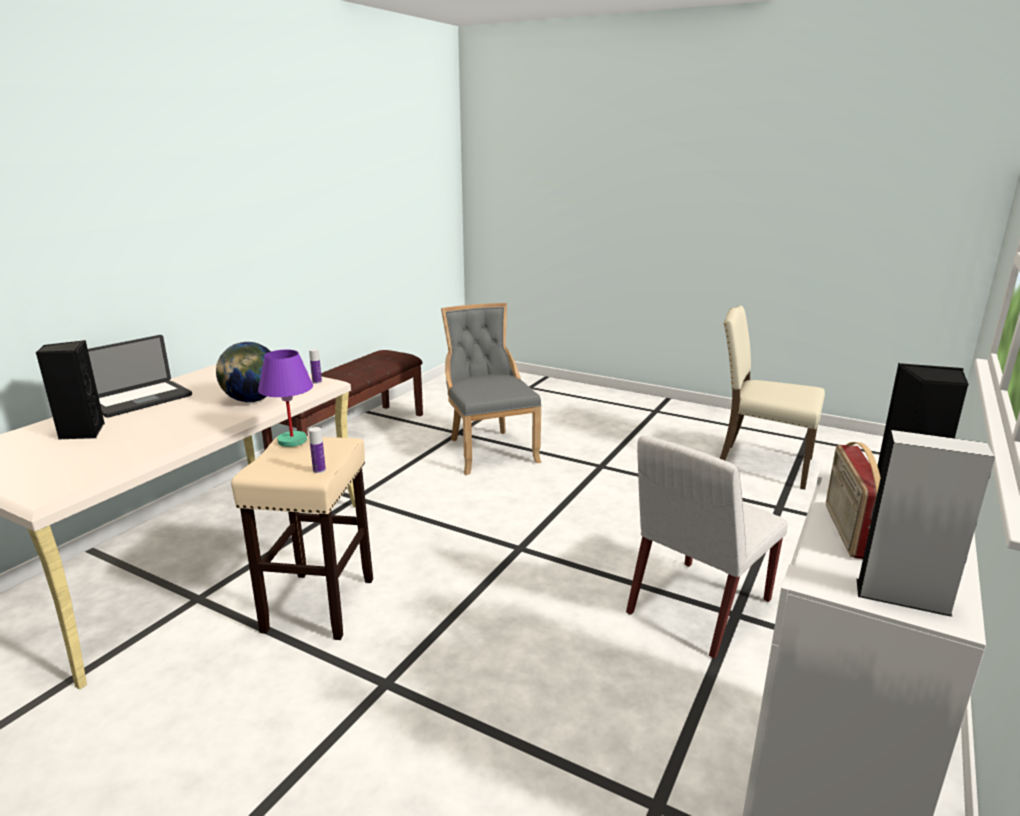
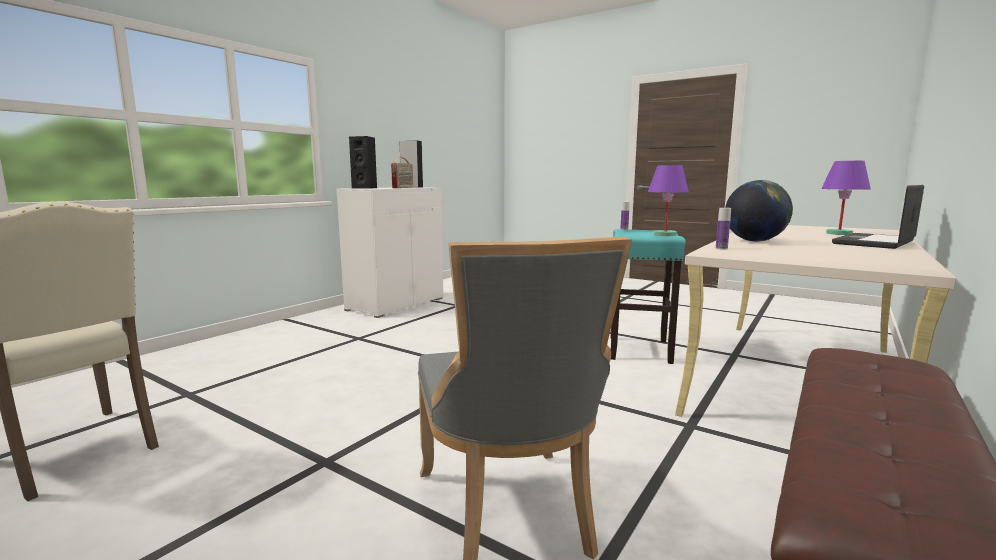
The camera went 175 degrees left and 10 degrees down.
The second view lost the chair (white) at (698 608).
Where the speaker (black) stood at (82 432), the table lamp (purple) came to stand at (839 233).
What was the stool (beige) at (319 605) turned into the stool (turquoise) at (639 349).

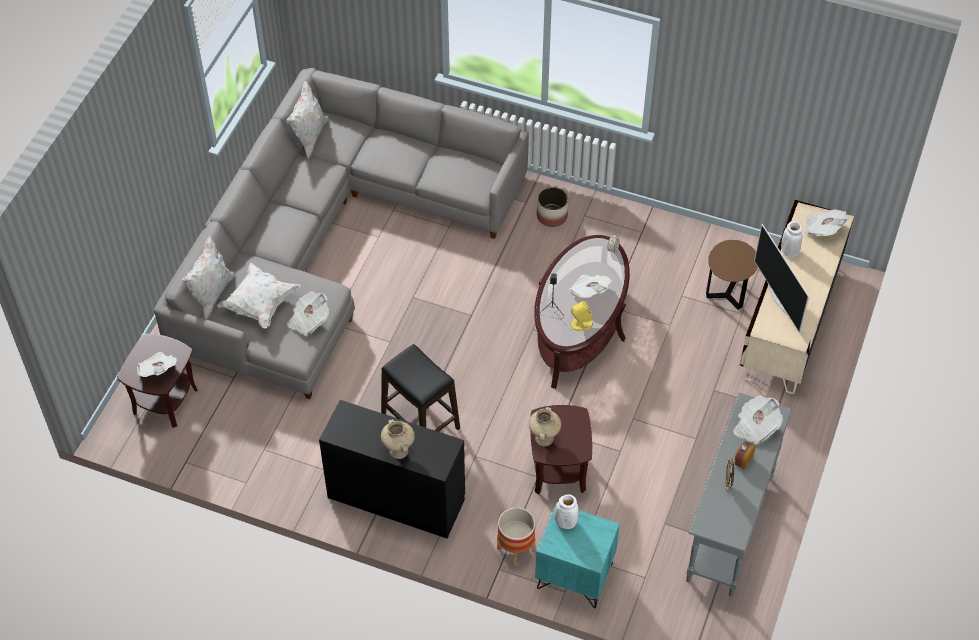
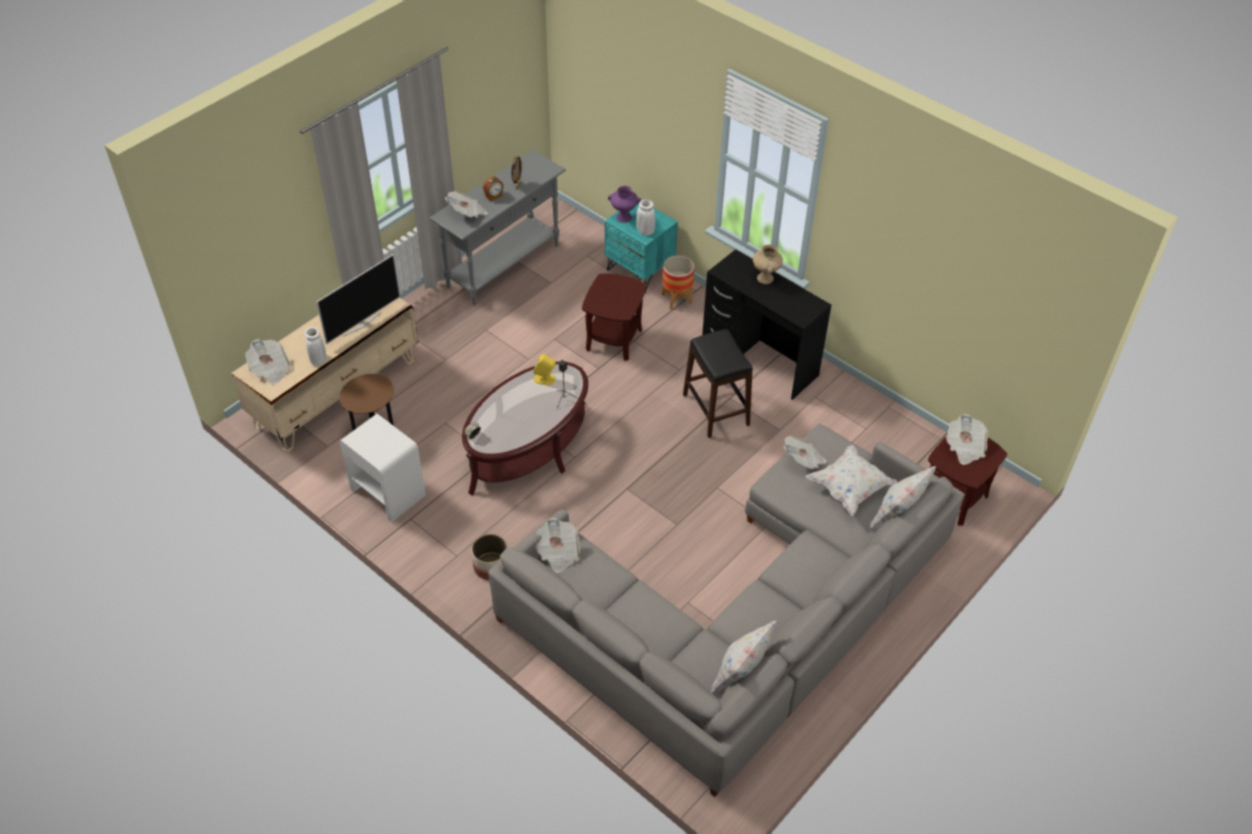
The camera went 160 degrees left and 5 degrees down.
The second view lost the vase (beige) at (544 438).
The second view gained the nightstand (white) at (387 492).
The second view gained the vase (purple) at (623 218).
The newspaper ended up elsewhere, having gone from (589 291) to (558 553).
The television at (779 300) ended up facing another way, 45 degrees clockwise from before.

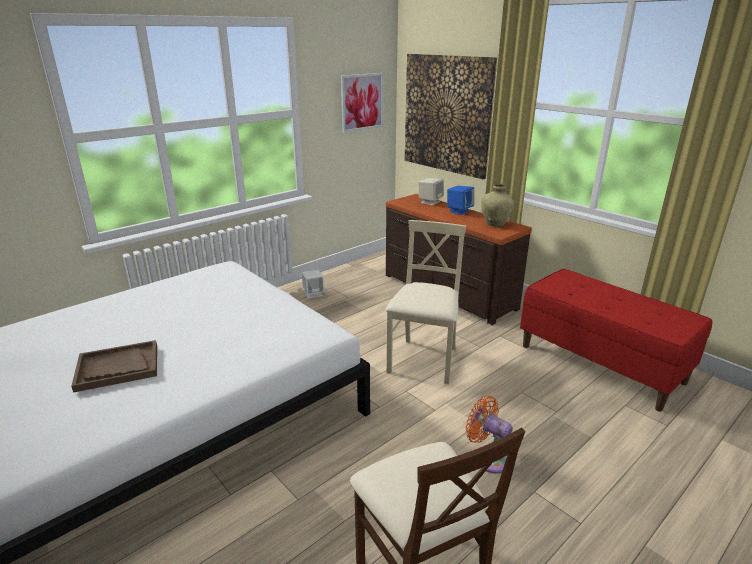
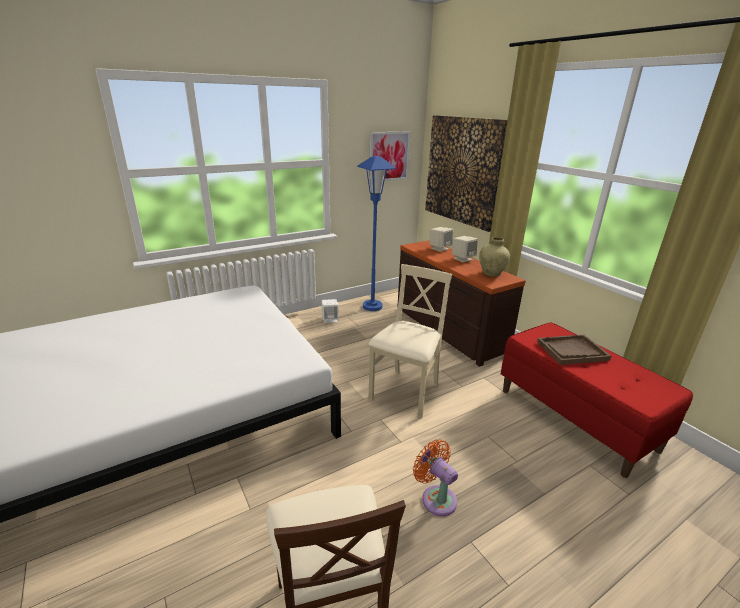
The camera went 10 degrees right and 0 degrees up.
The second view gained the floor lamp (blue) at (372 306).
The tray (brown) ended up elsewhere, having gone from (117 367) to (572 351).
What was the speaker (blue) at (459 211) turned into the speaker (beige) at (463 259).

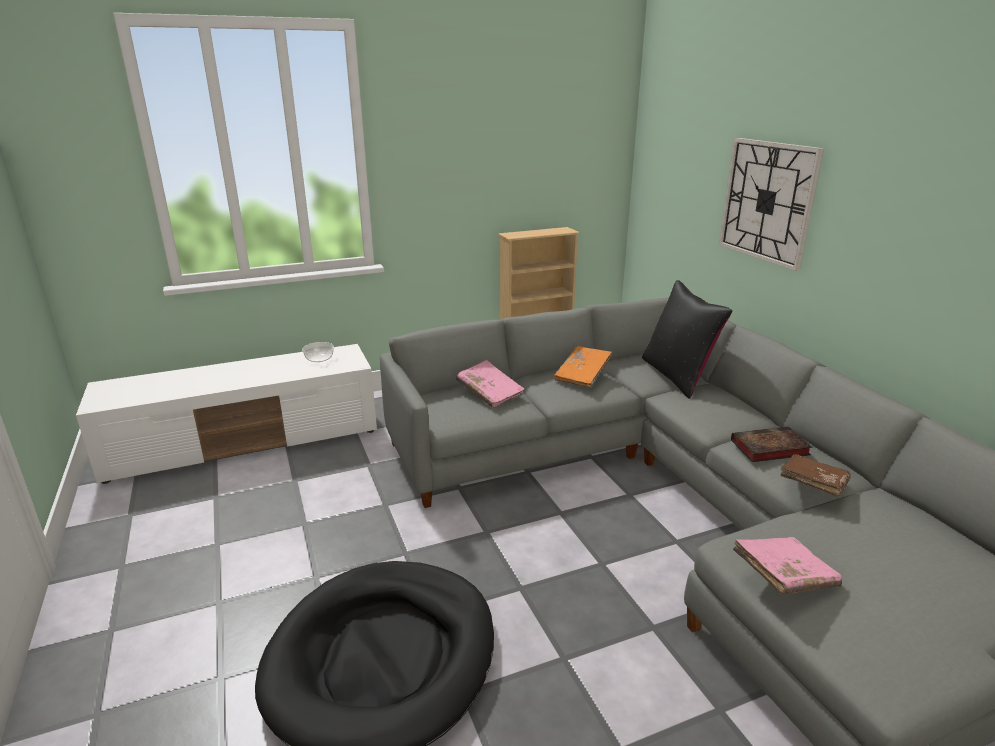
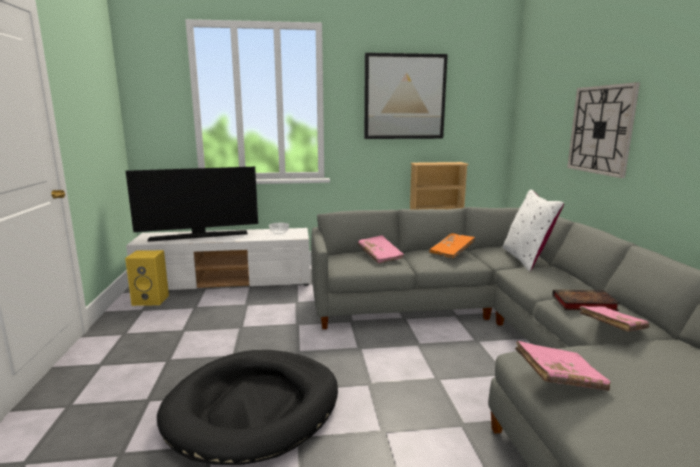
The camera went 15 degrees right and 10 degrees down.
The second view gained the speaker (yellow) at (151 300).
The second view gained the television at (199 236).
The second view gained the picture at (404 97).
What was the pillow (black) at (677 376) turned into the pillow (white) at (526 259).
What was the book (brown) at (812 485) turned into the book (pink) at (612 328).

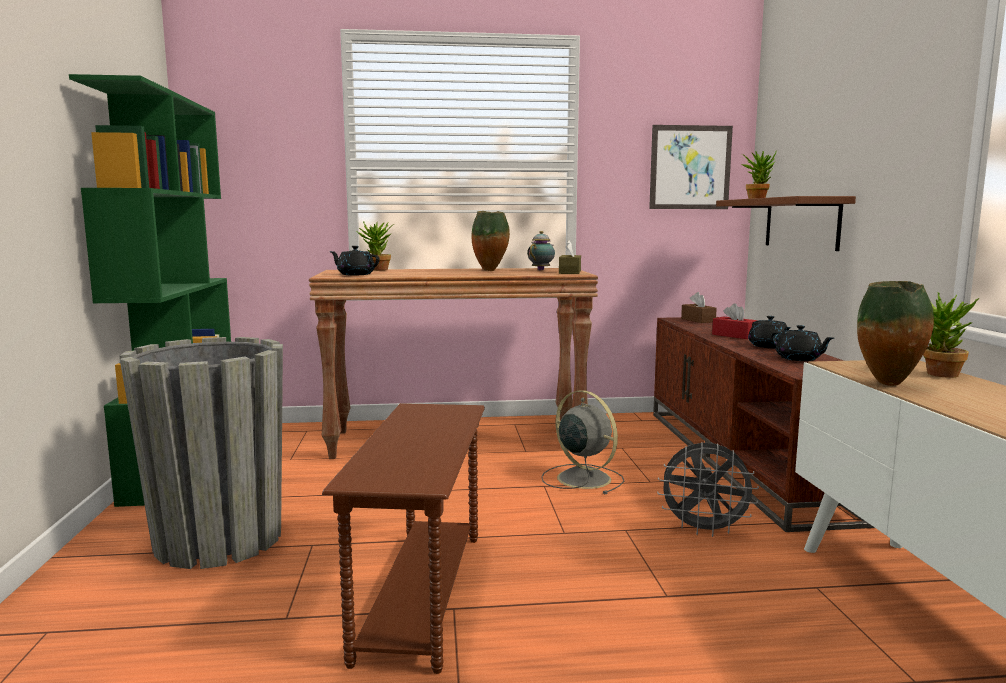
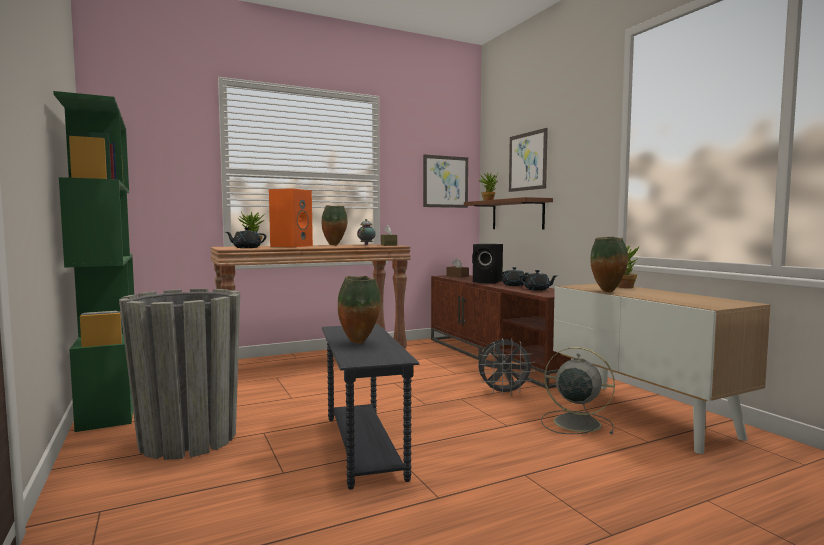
The camera went 20 degrees left and 5 degrees down.
The second view gained the speaker (orange) at (291 246).
The second view gained the vase at (360 343).
The second view gained the picture at (527 161).
The fan (grey) ended up elsewhere, having gone from (582 478) to (574 423).
Where the tissue box (red) stood at (734 335), the speaker (black) came to stand at (488 282).
What was the side table (brown) at (420 594) turned into the side table (grey) at (363 446).

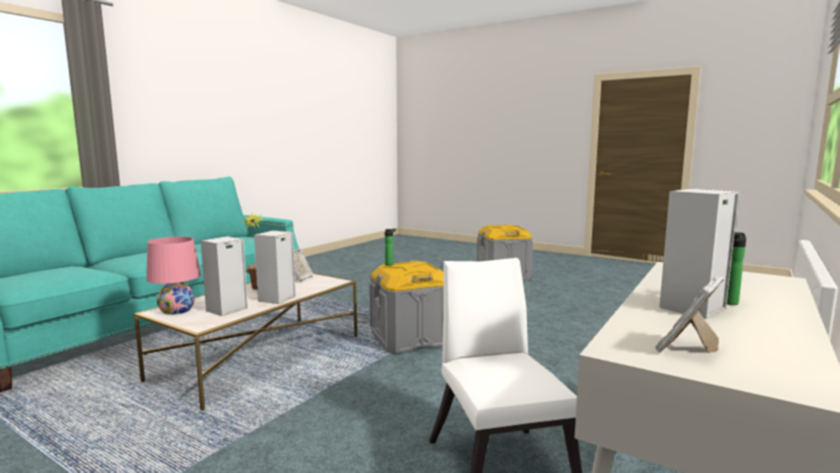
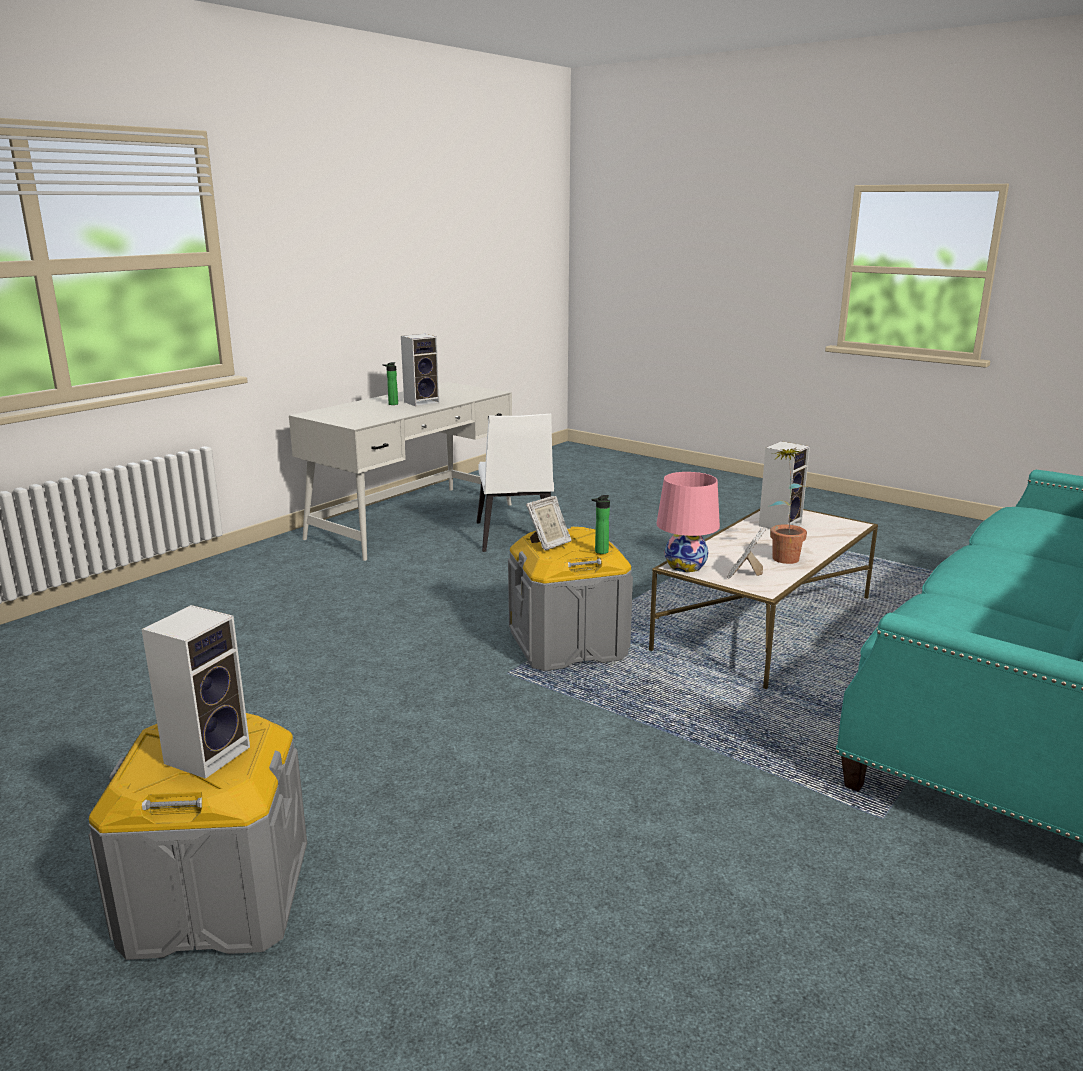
The camera went 175 degrees left and 10 degrees up.
The table lamp (pink) ended up elsewhere, having gone from (176 310) to (685 566).
The speaker ended up elsewhere, having gone from (276 299) to (208 753).
The picture frame ended up elsewhere, having gone from (686 349) to (549 544).

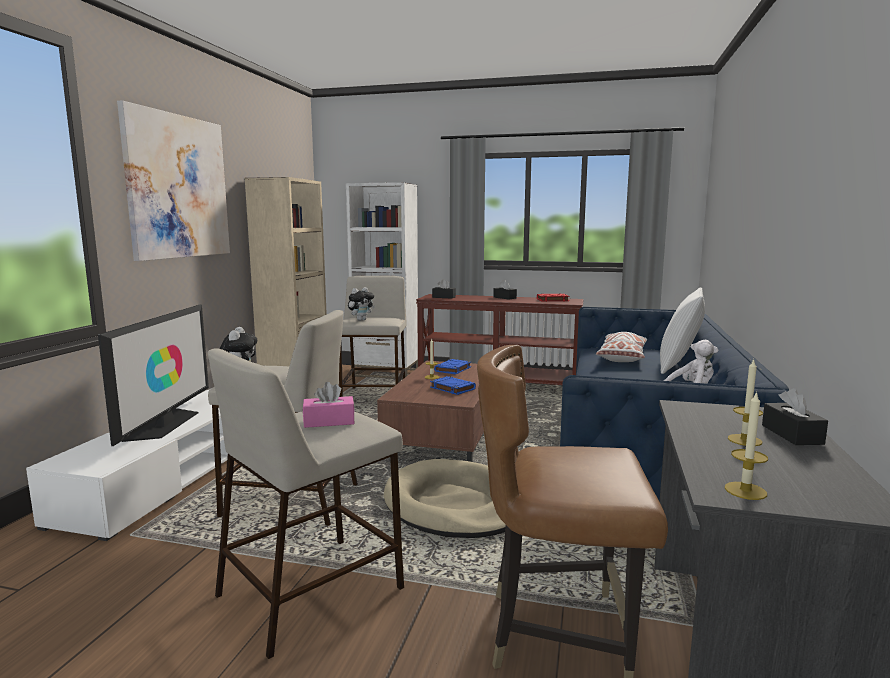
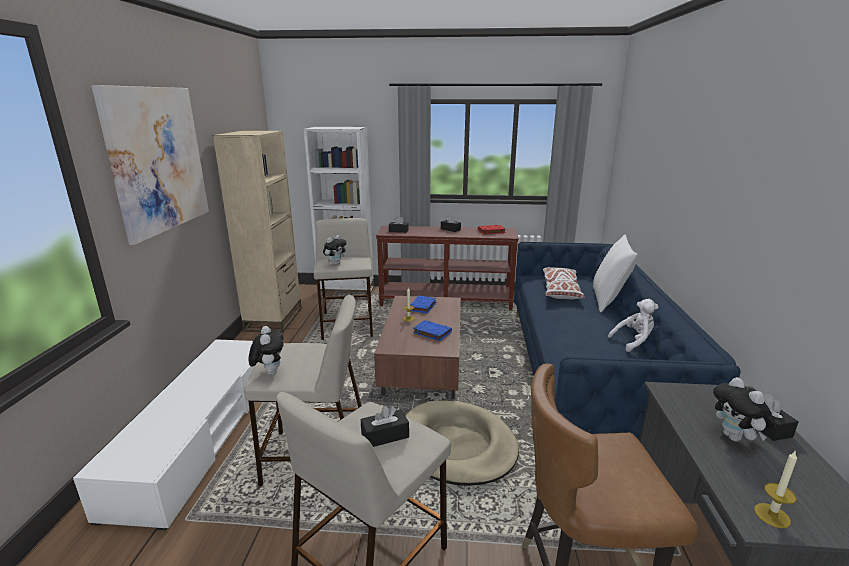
The camera went 10 degrees left and 10 degrees up.
The second view lost the television at (165 424).
Where the candle stood at (744 440), the plush toy came to stand at (735 438).
What was the tissue box (pink) at (329 421) turned into the tissue box (black) at (385 436).

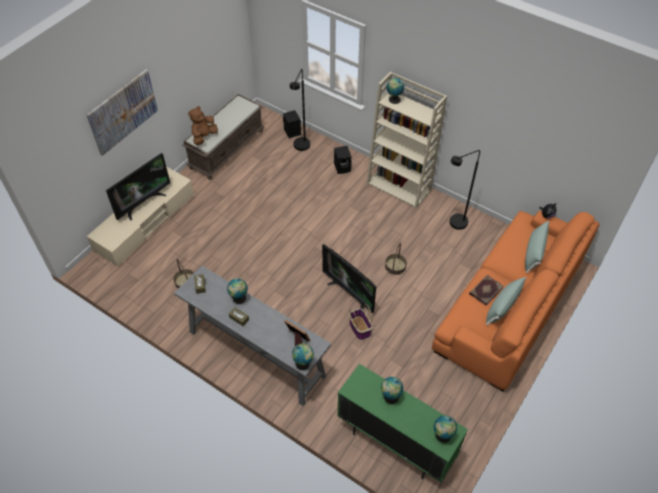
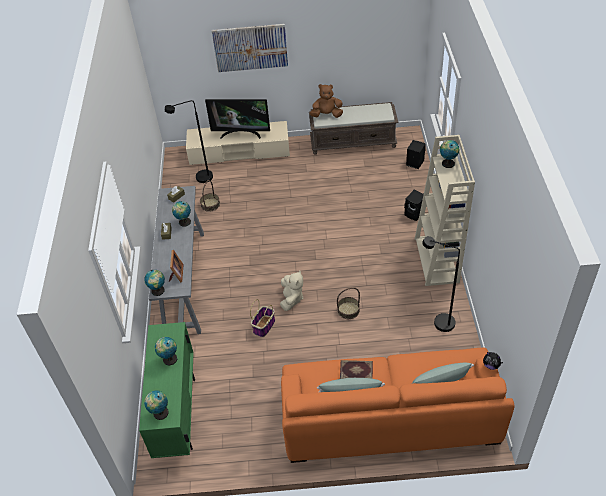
The camera went 55 degrees right and 5 degrees down.
The floor lamp (black) ended up elsewhere, having gone from (301 148) to (199 179).
Where the television stood at (349 293), the plush toy (beige) came to stand at (291 299).

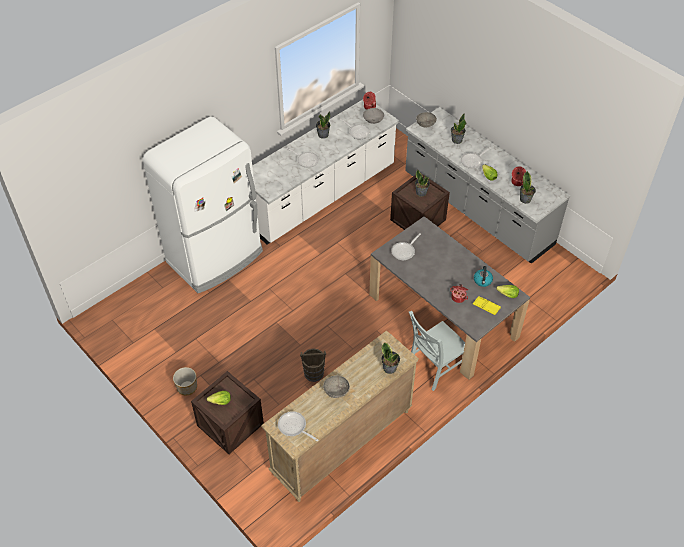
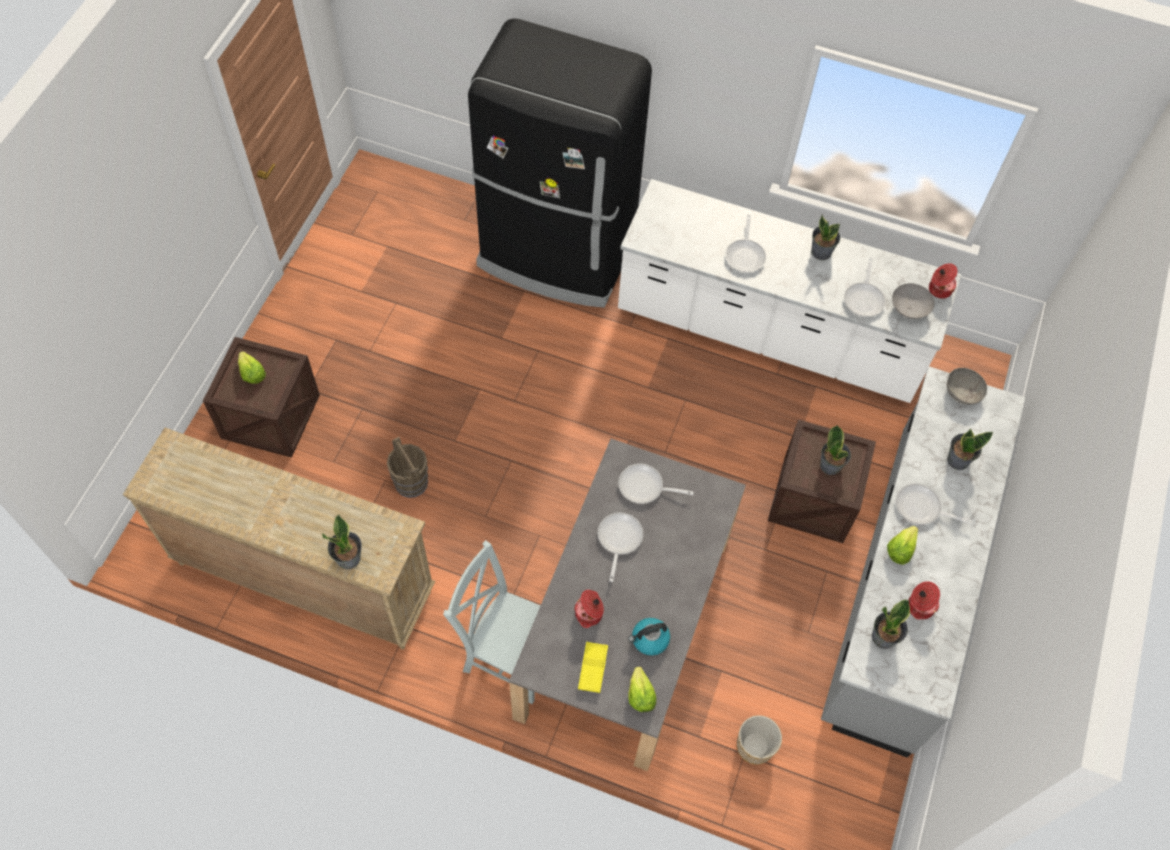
The camera went 60 degrees right and 10 degrees up.
The second view lost the bowl (grey) at (336 391).
The planter ended up elsewhere, having gone from (186 387) to (754 745).
The frying pan ended up elsewhere, having gone from (294 427) to (618 540).
What was the fridge (white) at (216 257) turned into the fridge (black) at (556 256).

